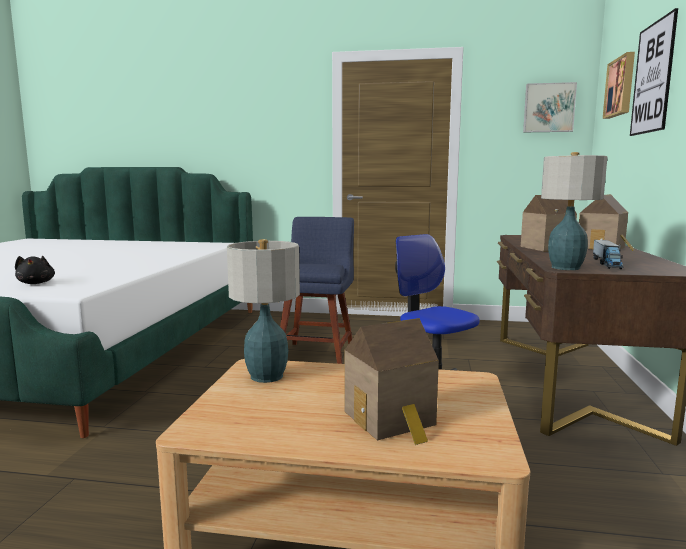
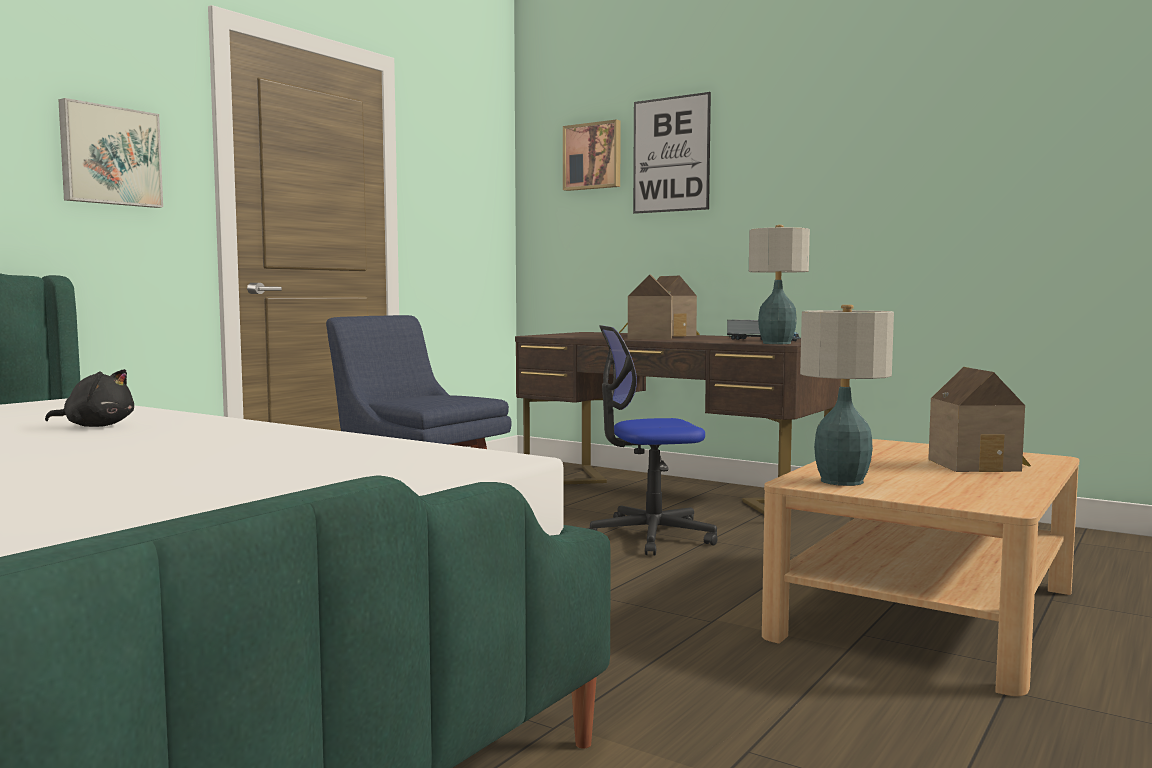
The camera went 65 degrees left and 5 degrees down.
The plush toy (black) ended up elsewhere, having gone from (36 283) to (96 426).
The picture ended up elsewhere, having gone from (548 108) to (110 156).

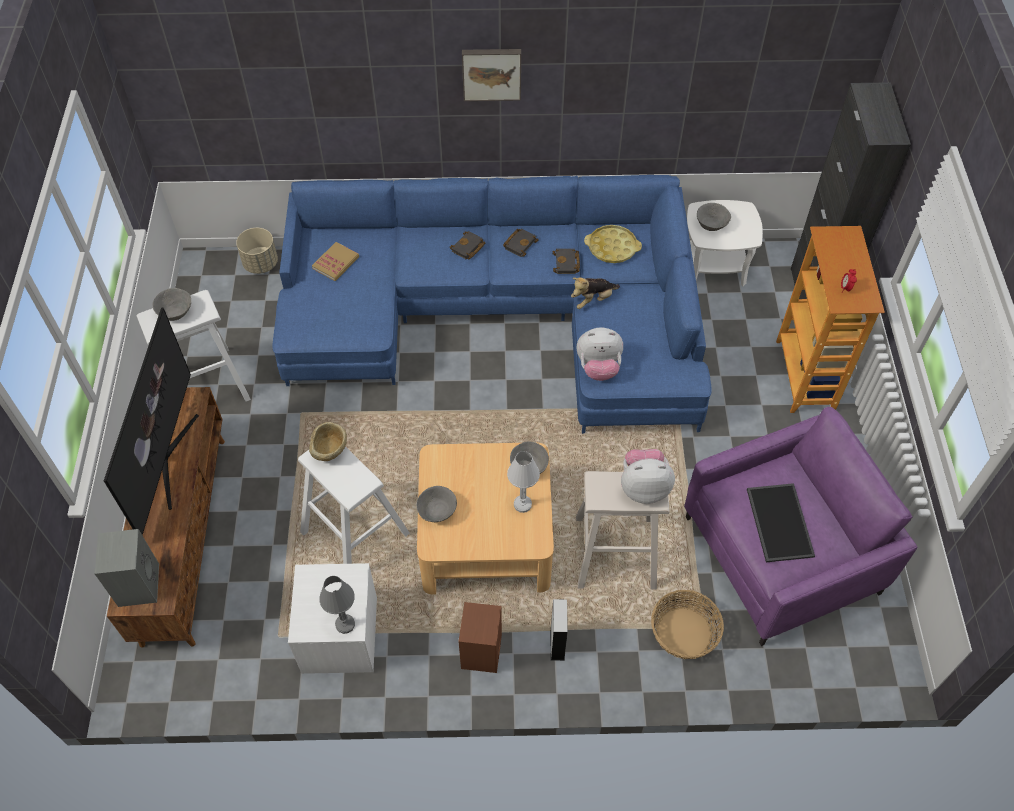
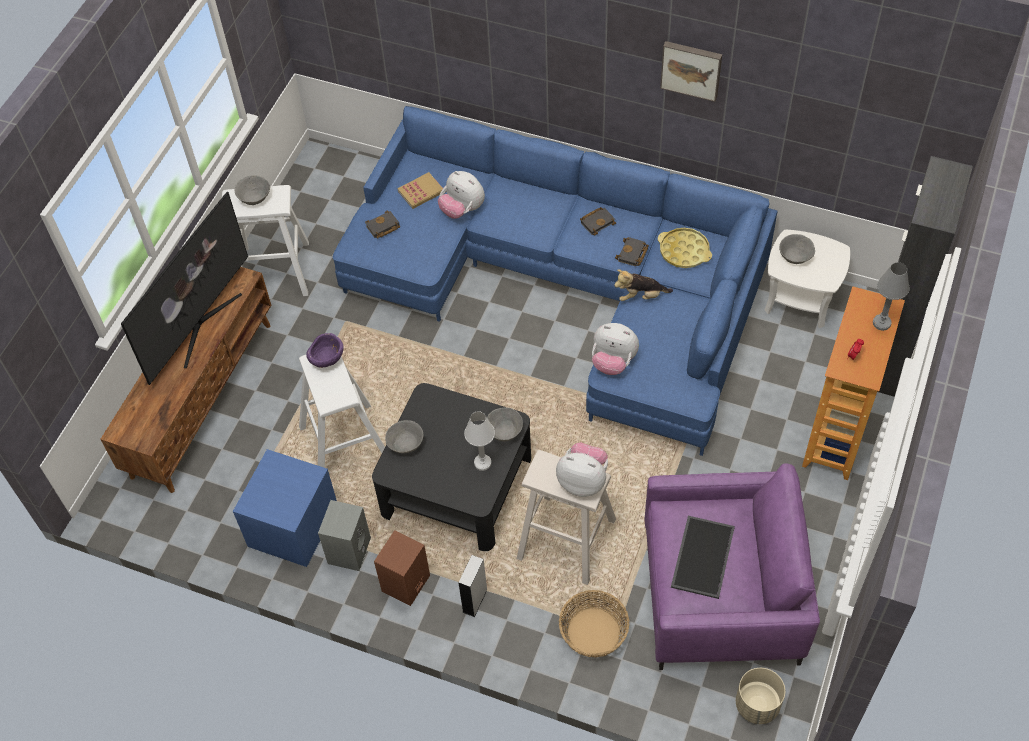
The camera went 25 degrees right and 0 degrees up.
The second view gained the plush toy at (462 209).
The speaker (grey) ended up elsewhere, having gone from (137 584) to (349 550).
The planter (beige) ended up elsewhere, having gone from (261 263) to (757 704).
The table lamp (grey) ended up elsewhere, having gone from (345 624) to (881 323).
The book (black) ended up elsewhere, having gone from (468 248) to (382 227).
The picture ended up elsewhere, having gone from (491 73) to (691 69).
What was the nightstand (white) at (340 635) turned into the nightstand (blue) at (293 526).
What was the bowl (beige) at (330 452) turned into the bowl (purple) at (327 360).
What was the coffee table (beige) at (486 535) turned into the coffee table (black) at (457 484).

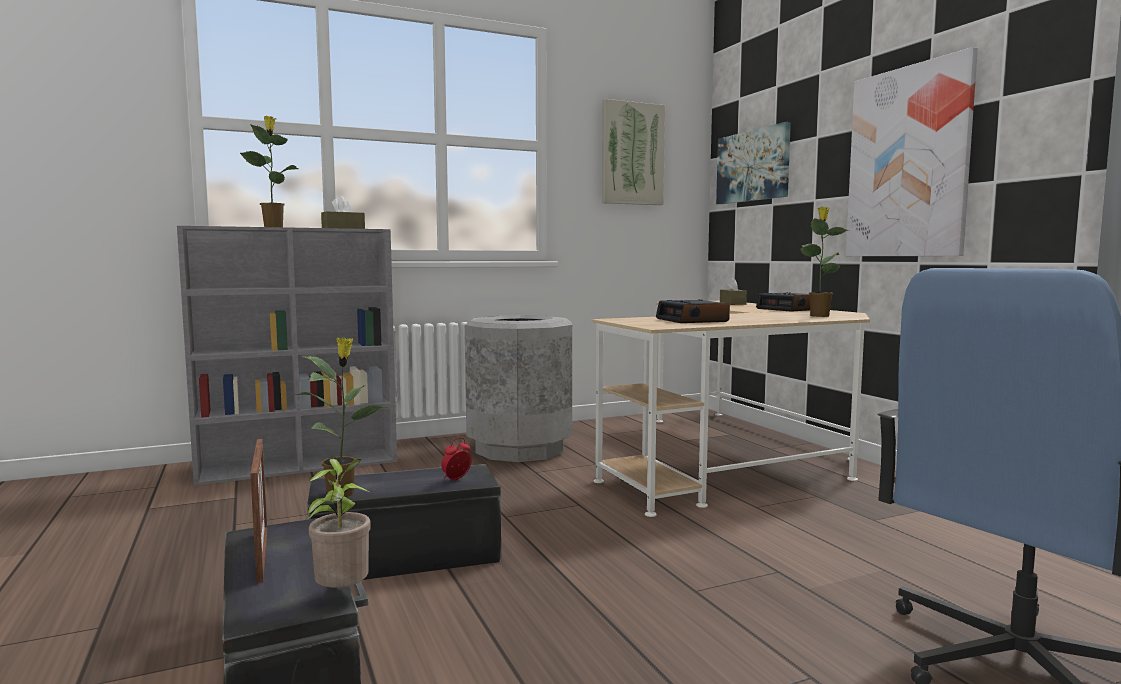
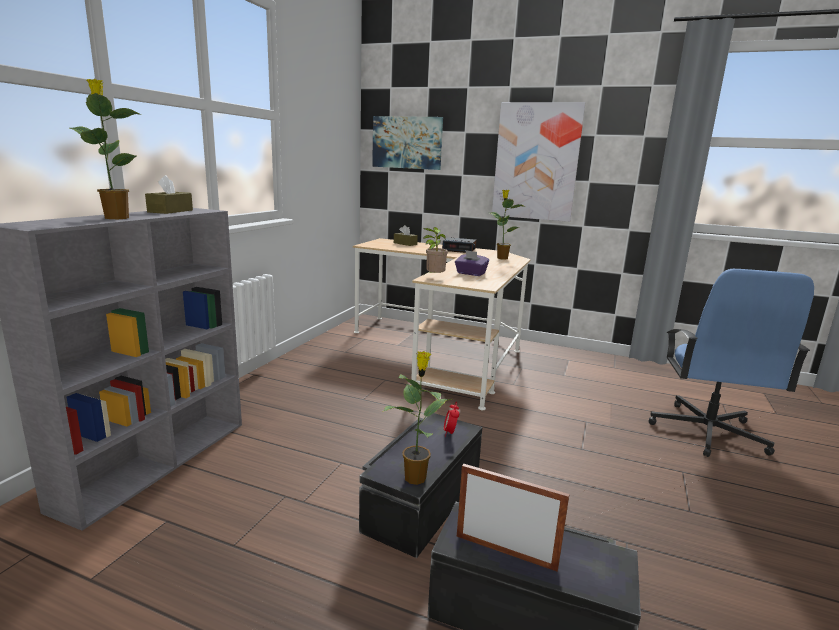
The camera went 45 degrees left and 10 degrees up.
The second view lost the trash can (grey) at (520 448).
The second view lost the picture at (632 154).
The potted plant ended up elsewhere, having gone from (343 595) to (434 278).
Where the alarm clock stood at (692 320), the tissue box (purple) came to stand at (470 273).

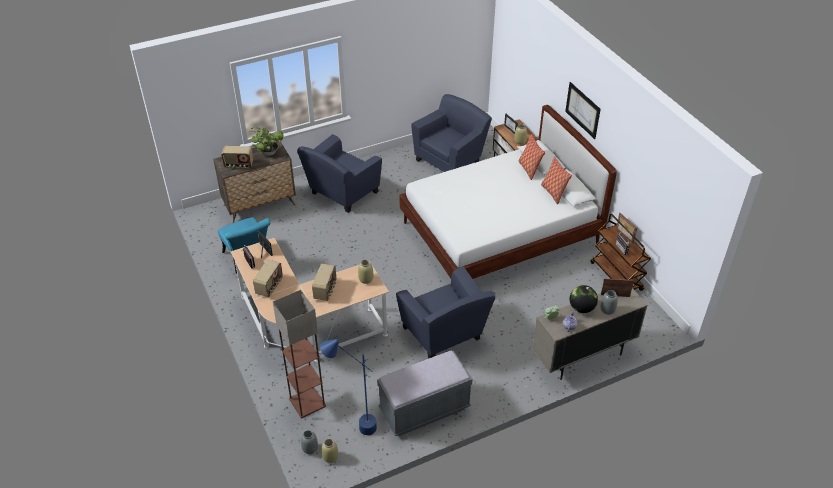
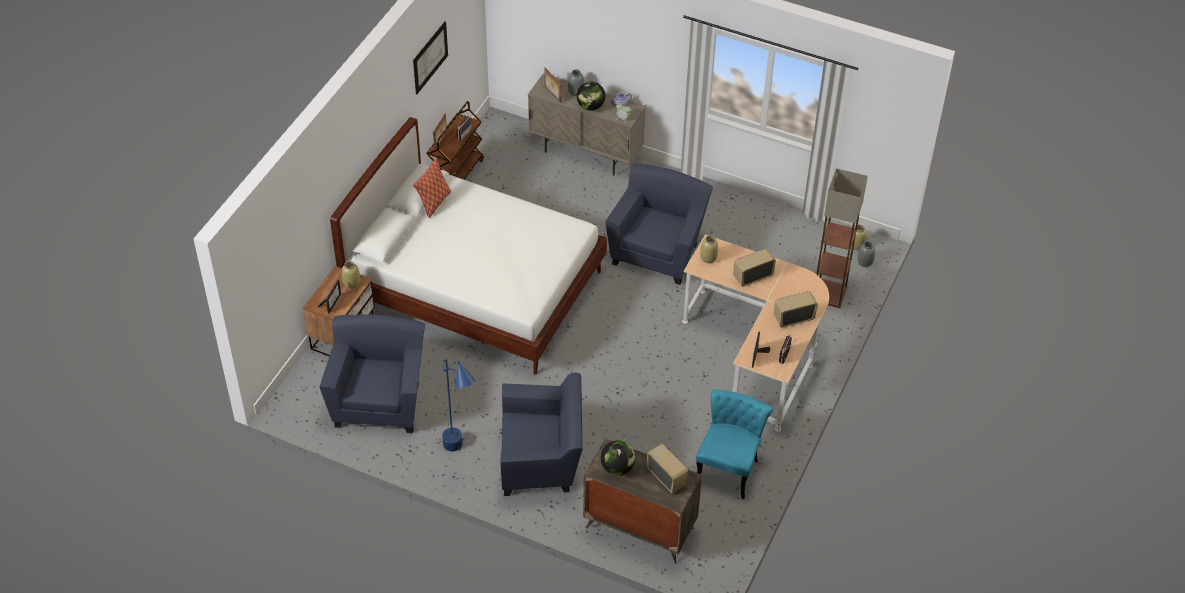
The camera went 130 degrees left and 5 degrees up.
The second view lost the bench (grey) at (424 409).
The second view lost the pillow at (529 169).
The floor lamp (blue) ended up elsewhere, having gone from (353 426) to (461 454).
The picture ended up elsewhere, having gone from (582 110) to (430 57).
Where the potted plant stood at (268 152), the globe came to stand at (617 468).
The armchair (blue) at (450 160) ended up facing another way, 90 degrees clockwise from before.

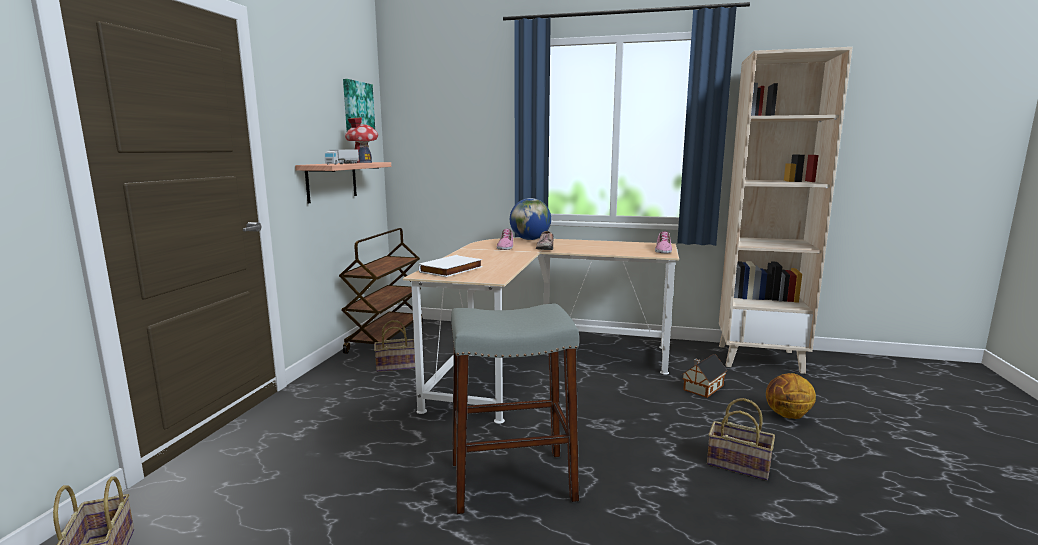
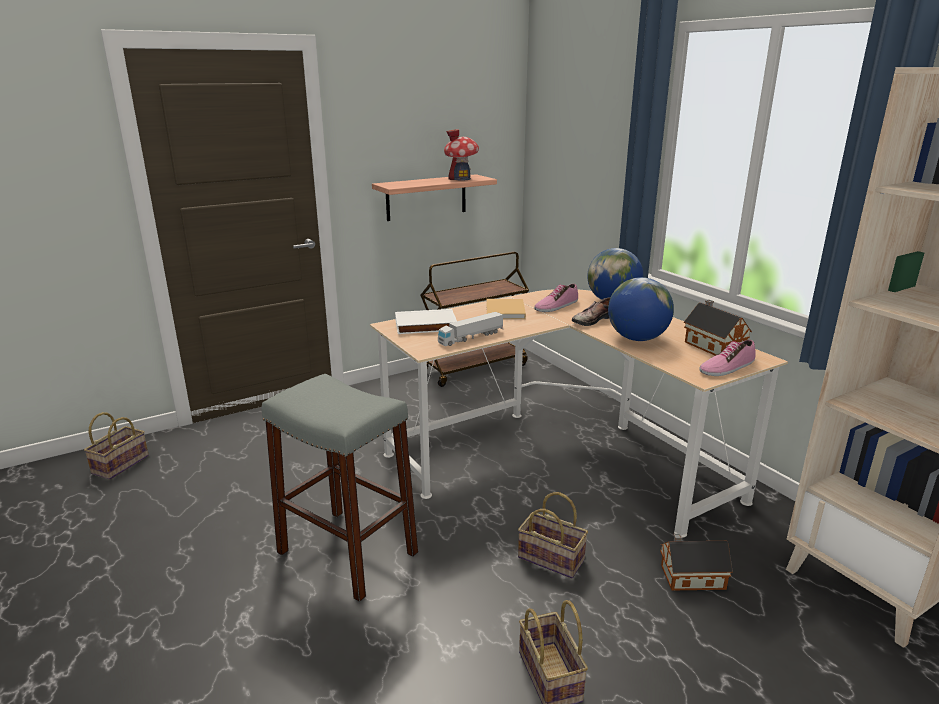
The camera went 45 degrees right and 10 degrees up.
The second view lost the picture at (357 107).
The second view lost the basketball at (787 416).
The second view gained the book (beige) at (505 311).
The second view gained the globe at (637 338).
The second view gained the toy house at (712 346).
The toy truck ended up elsewhere, having gone from (343 163) to (471 337).
The basket ended up elsewhere, having gone from (397 365) to (553 558).

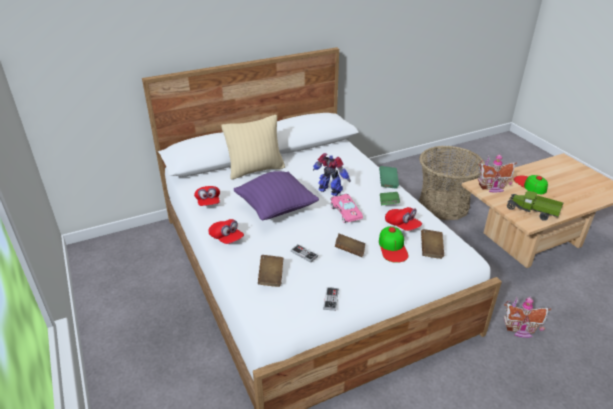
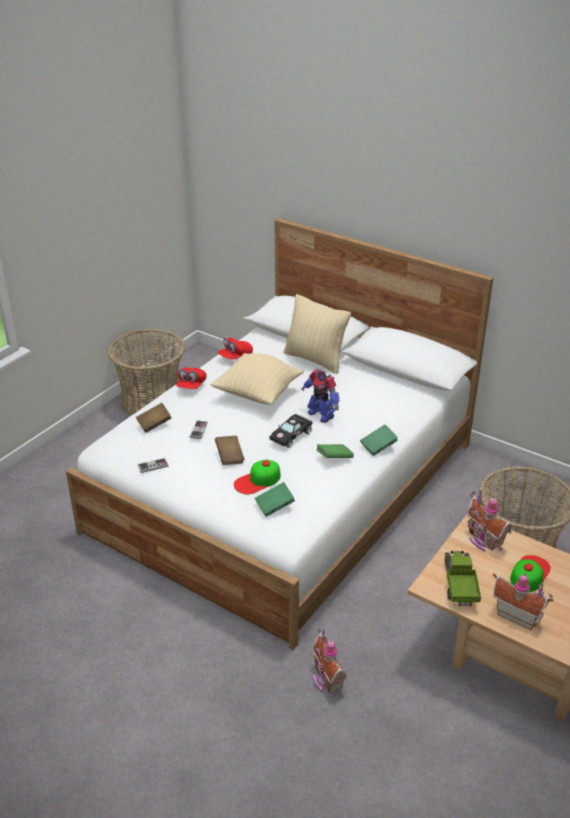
The camera went 60 degrees right and 0 degrees up.
The second view lost the cap (red) at (402 226).
The second view gained the basket at (151 401).
The second view gained the toy house at (517 615).
What was the pillow (purple) at (276 209) turned into the pillow (beige) at (257 394).
What was the toy car (pink) at (345 212) turned into the toy car (black) at (291 435).
What was the book (brown) at (431 250) turned into the book (green) at (274 506).
The toy robot at (330 191) ended up facing another way, 135 degrees clockwise from before.

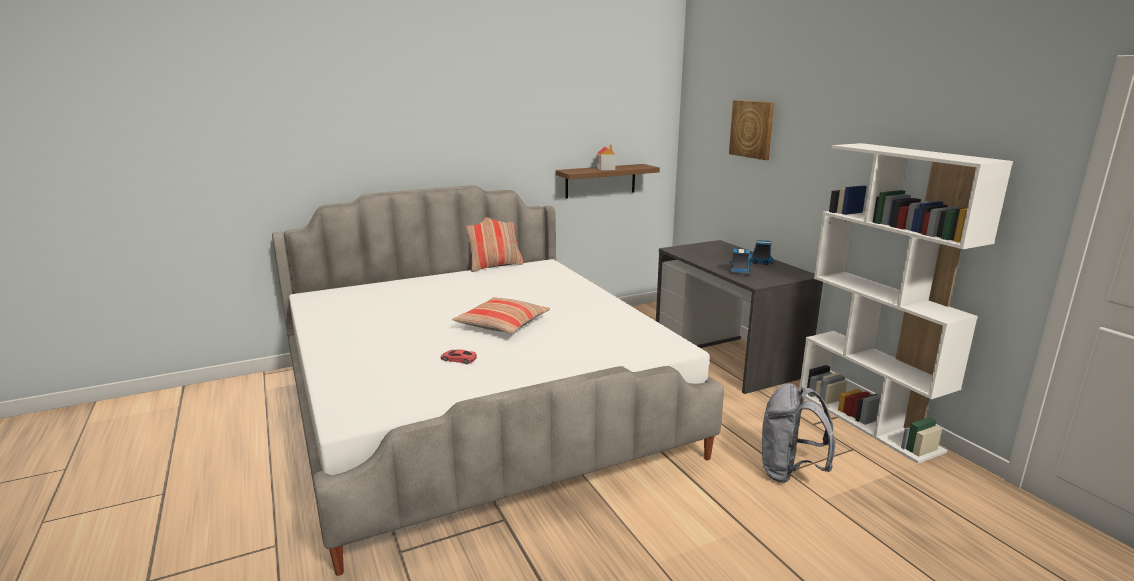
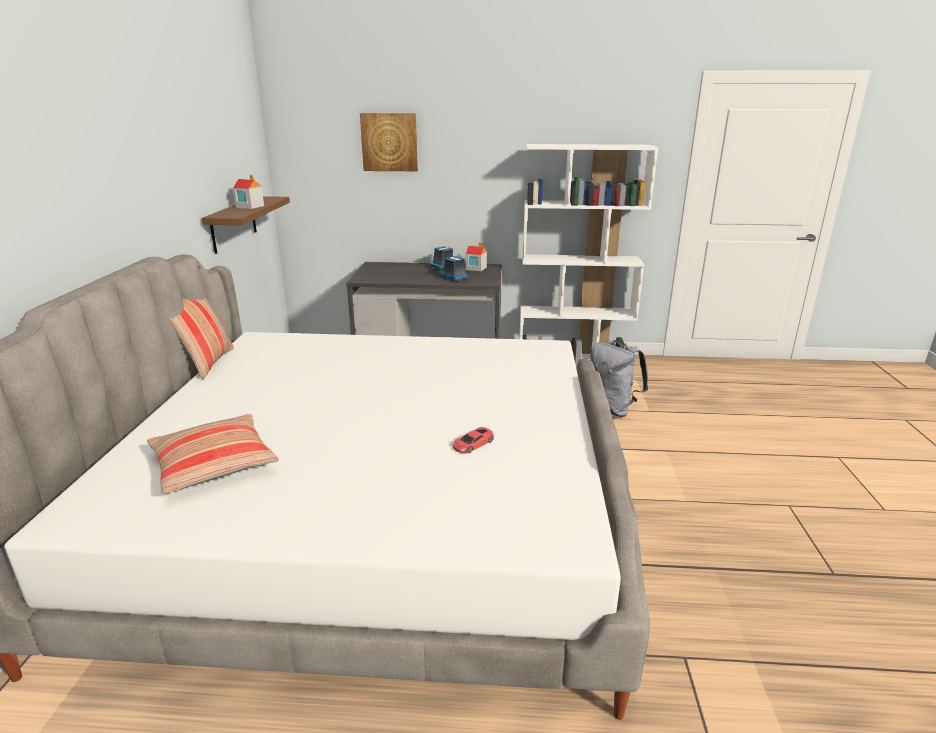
The camera went 60 degrees left and 5 degrees up.
The second view gained the toy house at (475 268).
The pillow ended up elsewhere, having gone from (502 324) to (214 464).

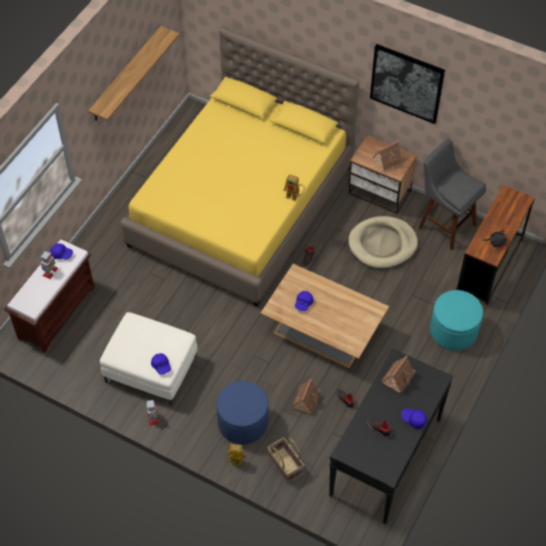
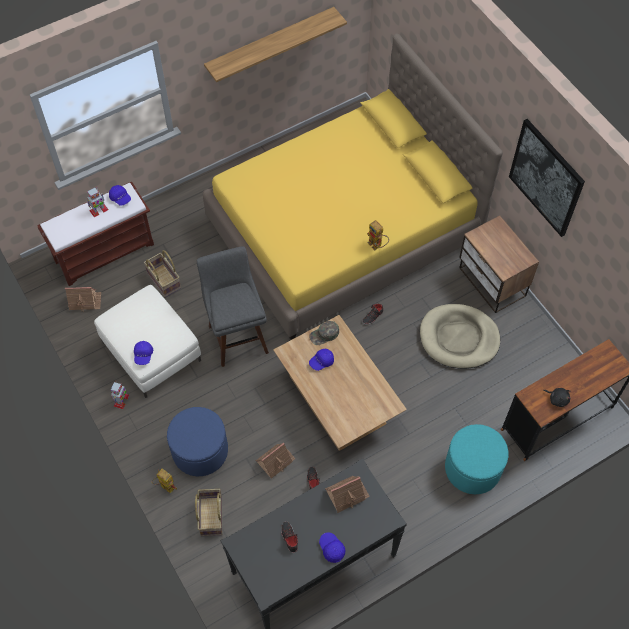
The camera went 30 degrees right and 5 degrees up.
The second view gained the basket at (164 280).
The second view gained the cap (green) at (324 335).
The toy house ended up elsewhere, having gone from (388 160) to (85 301).
The stool (grey) ended up elsewhere, having gone from (444 224) to (237 336).

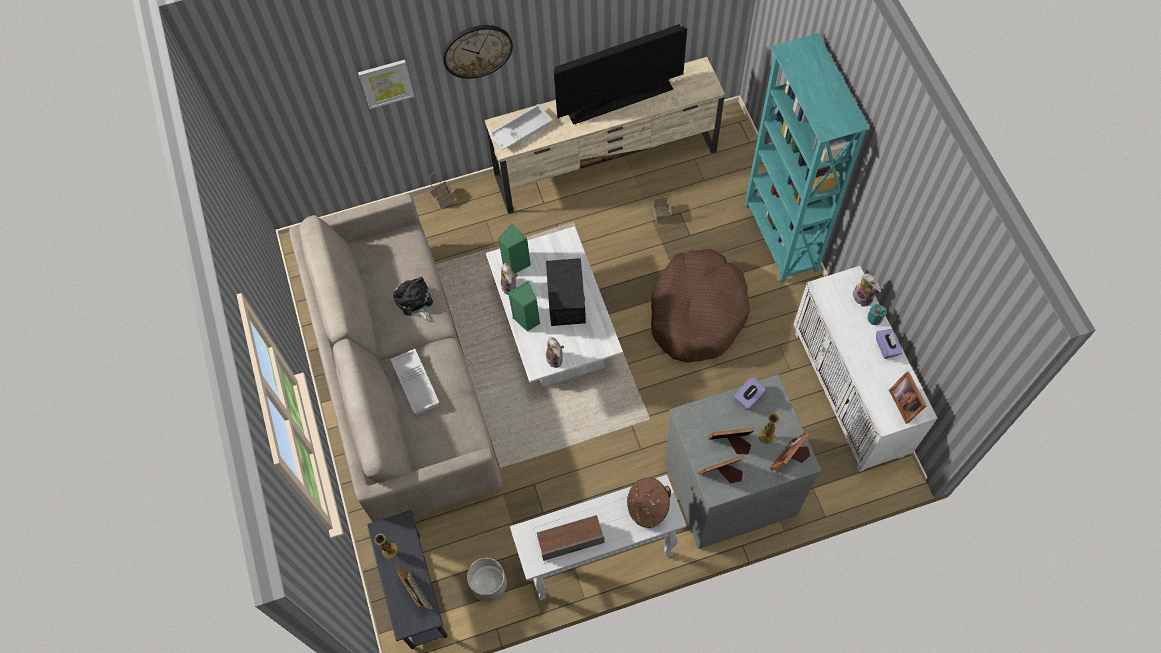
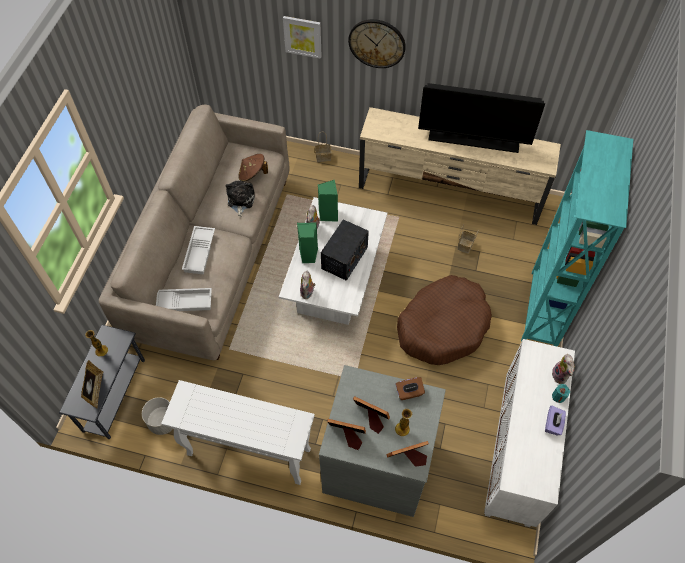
The camera went 30 degrees right and 5 degrees down.
The second view lost the speaker at (570 540).
The second view lost the picture frame at (905 402).
The tray (white) ended up elsewhere, having gone from (521 130) to (185 301).
The hat (brown) ended up elsewhere, having gone from (648 507) to (252 174).
What was the tissue box (purple) at (748 398) turned into the tissue box (brown) at (409 392).

